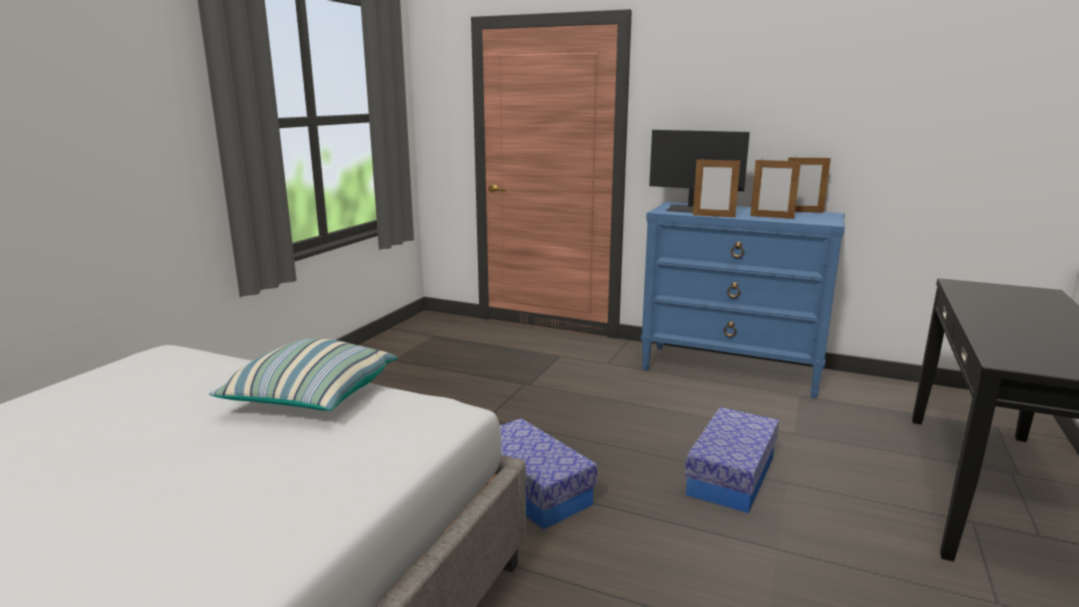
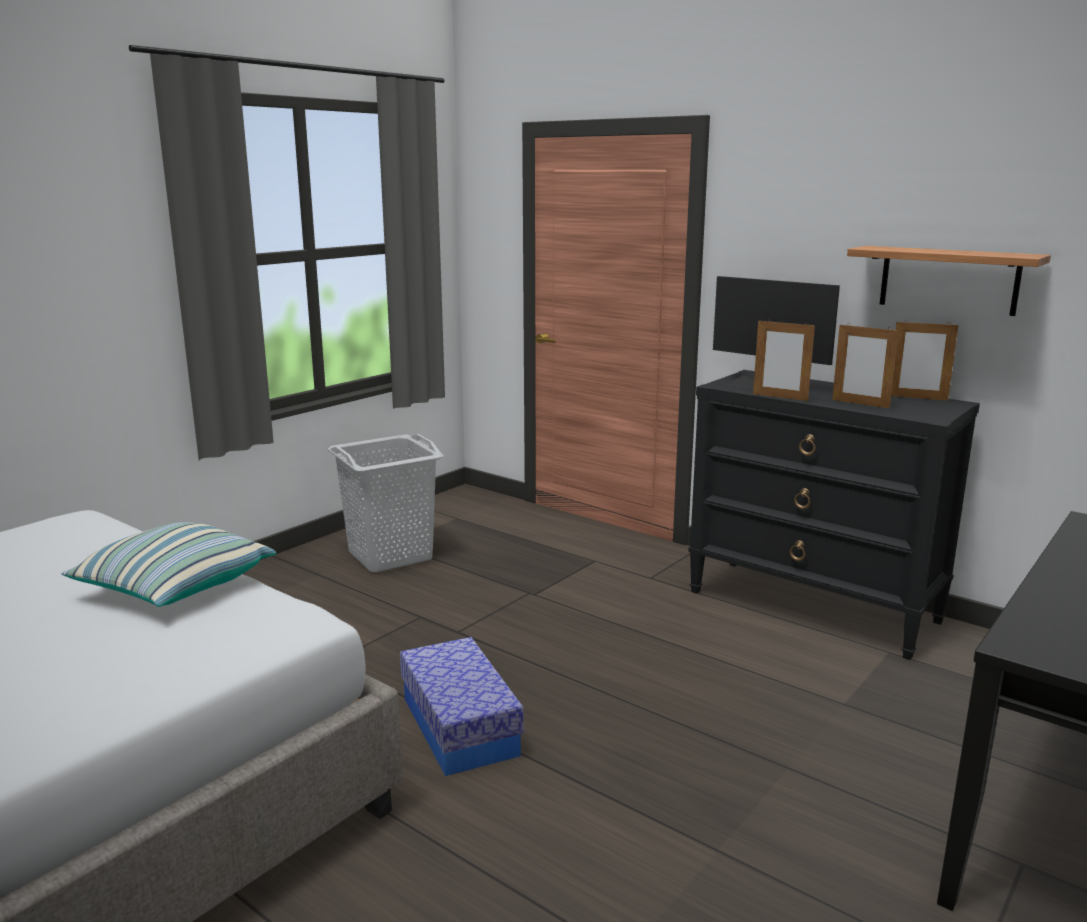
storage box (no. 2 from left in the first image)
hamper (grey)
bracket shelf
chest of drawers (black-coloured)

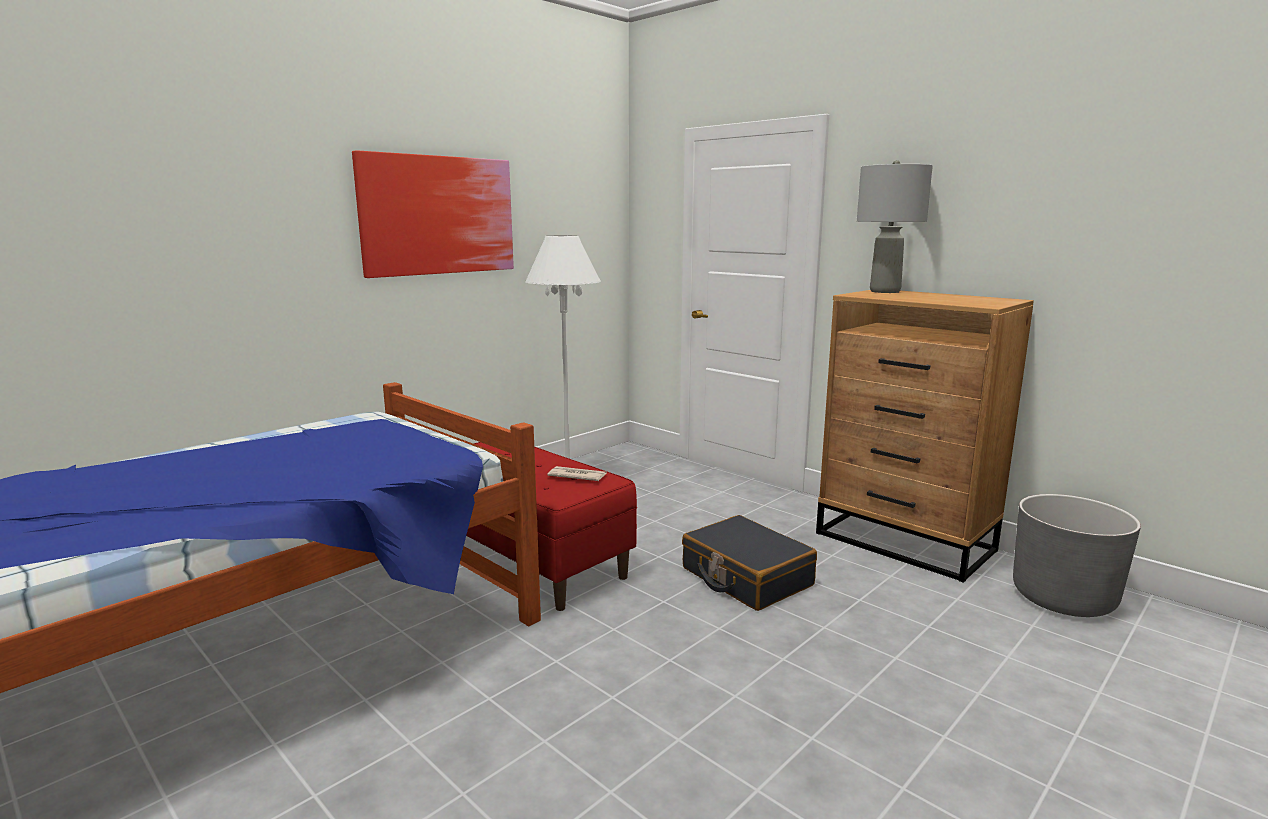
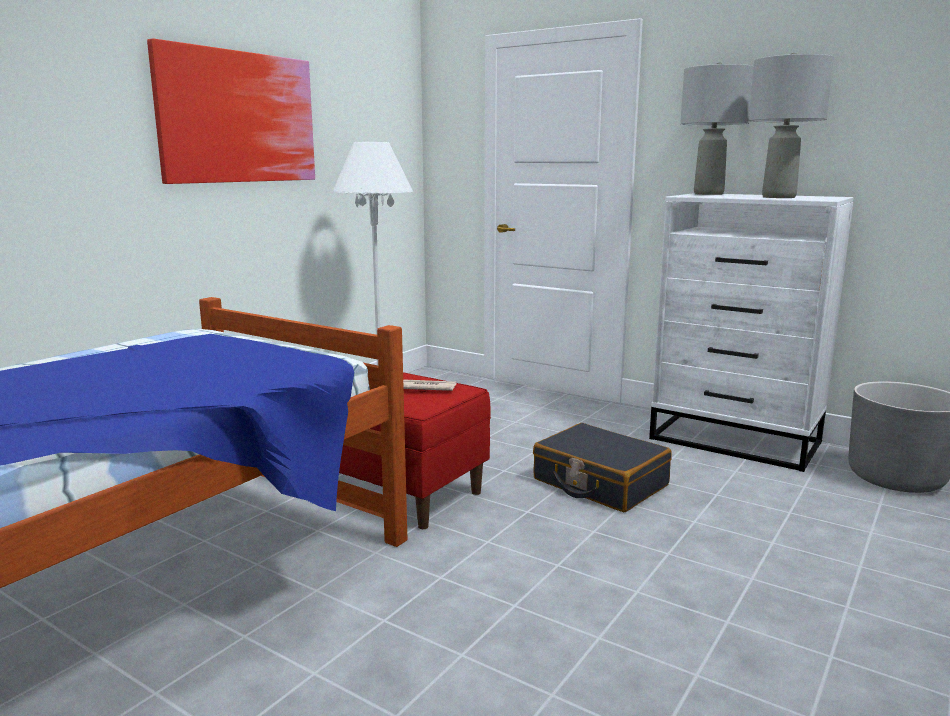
table lamp (grey) (no. 2 from left)
chest of drawers (whitish)

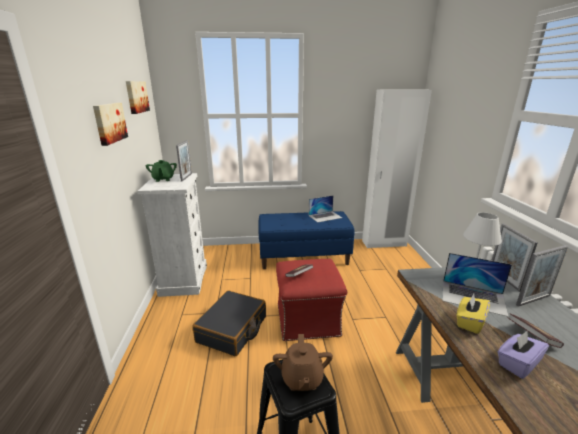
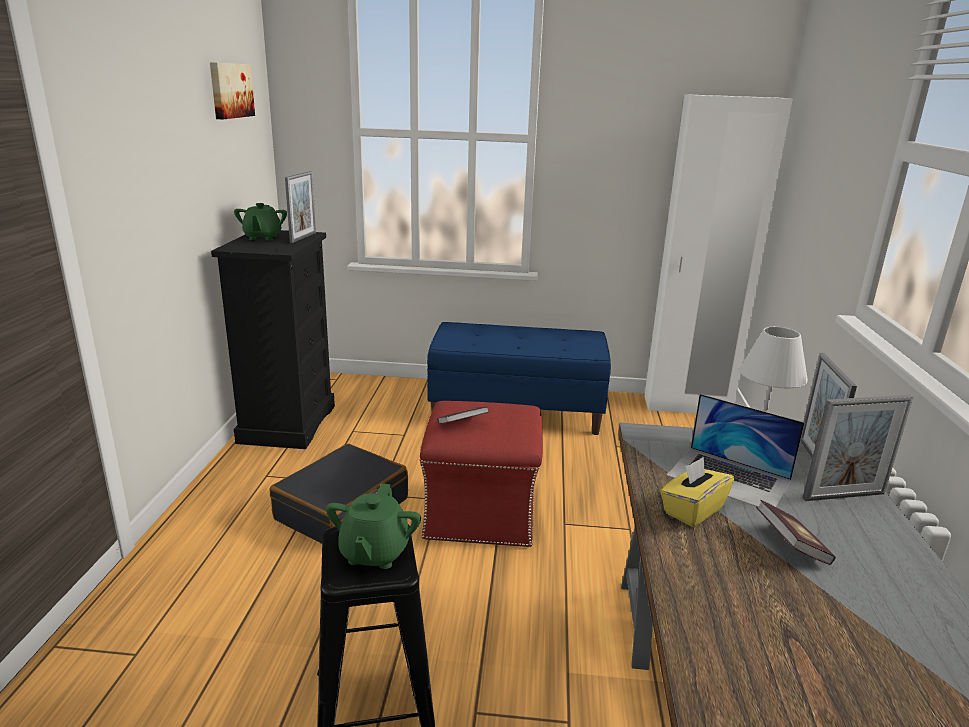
wall art (no. 1 from left in the first image)
notebook computer (no. 1 from left in the first image)
box of tissues (purplish)
chest of drawers (black-coloured)
tea pot (green-coloured) (no. 2 from left)

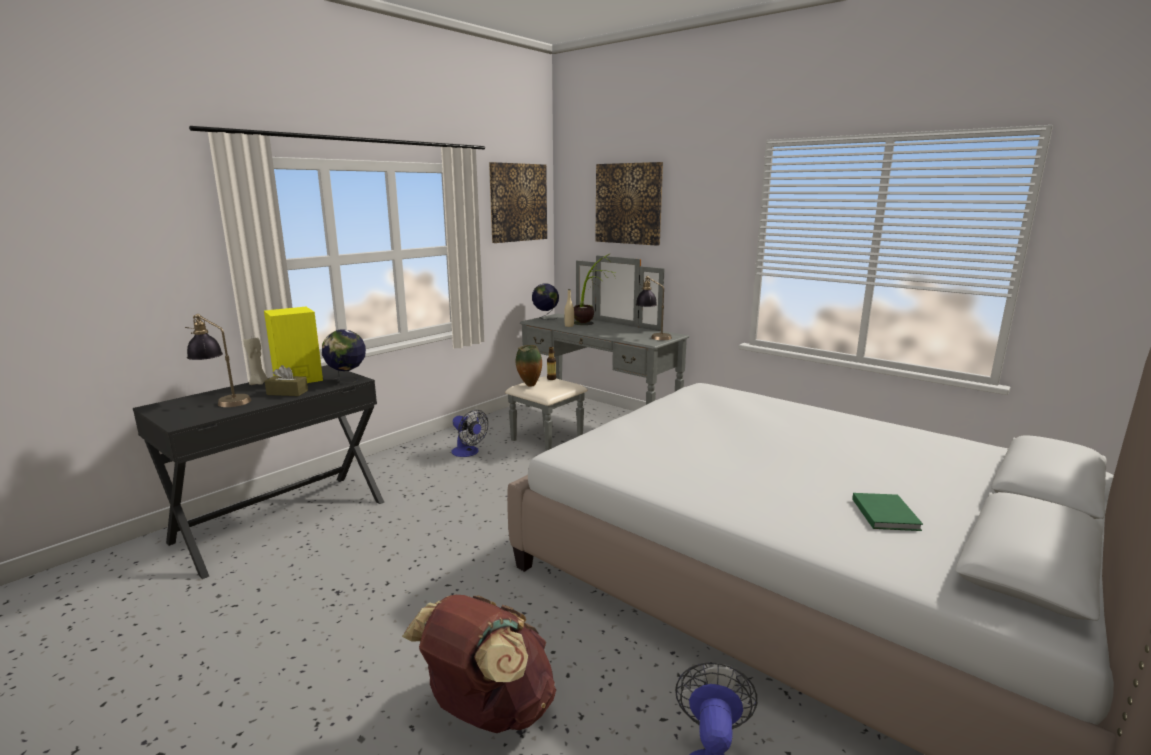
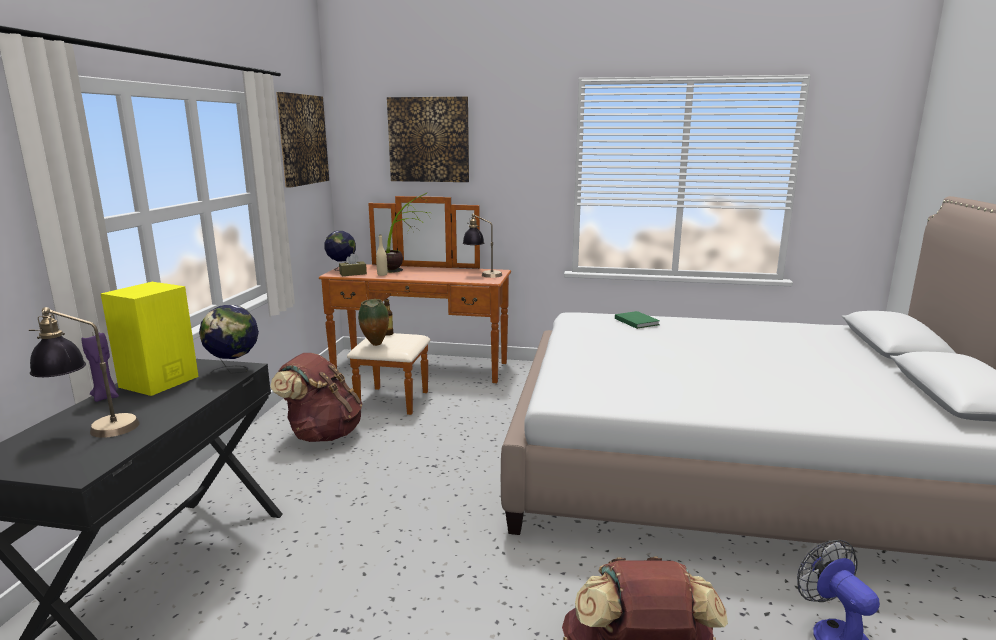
box of tissues (brown-coloured)
book (green-coloured)
rucksack (brown-coloured) (no. 1 from left)
wax light (purplish)
chest of drawers (brown-coloured)

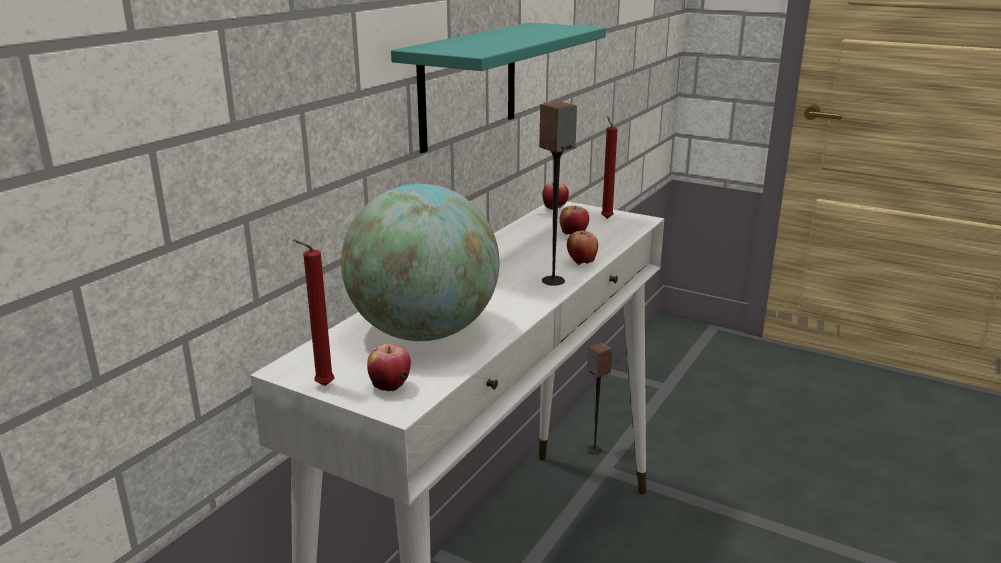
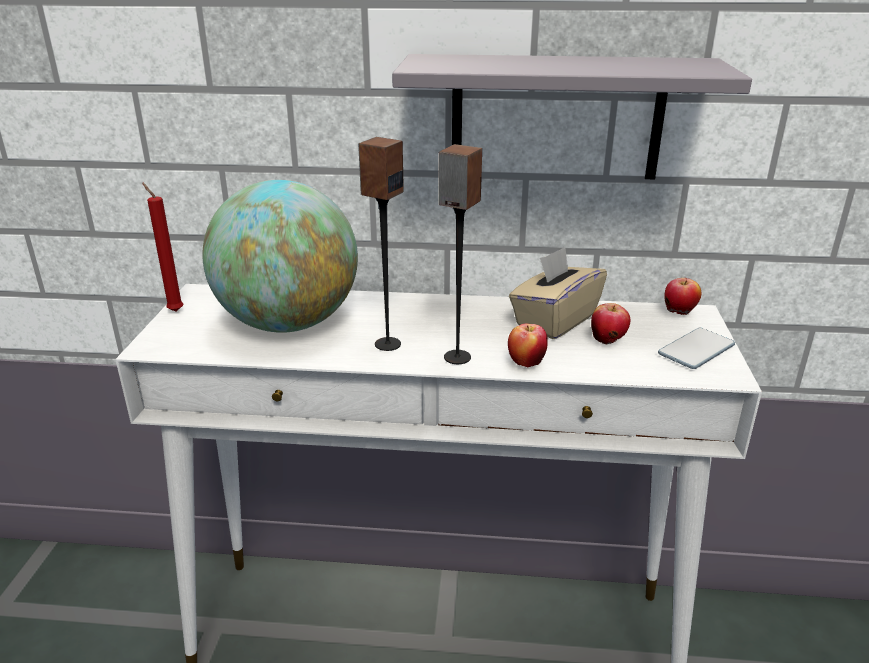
apple fruit (no. 1 from left in the first image)
box of tissues (beige)
loudspeaker (no. 1 from left)
phone
bracket shelf (grey)

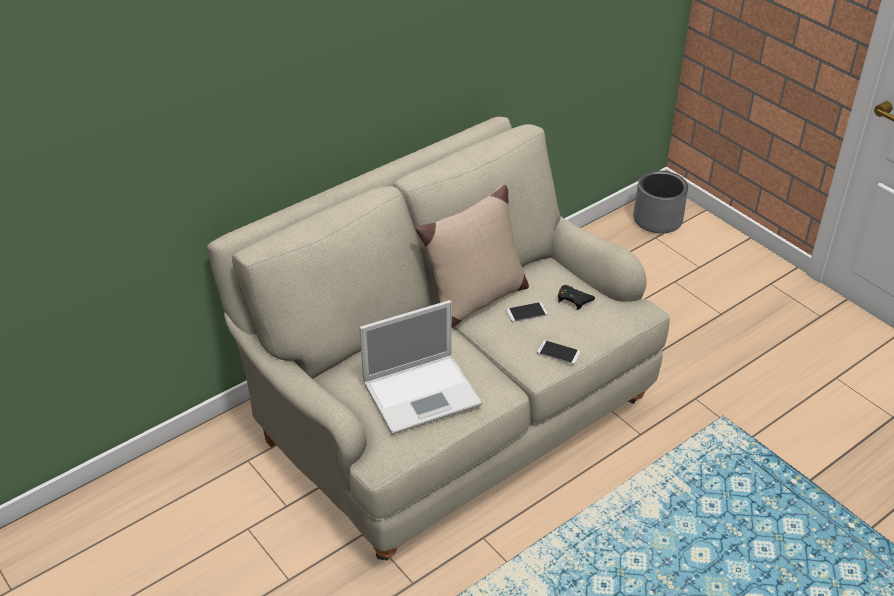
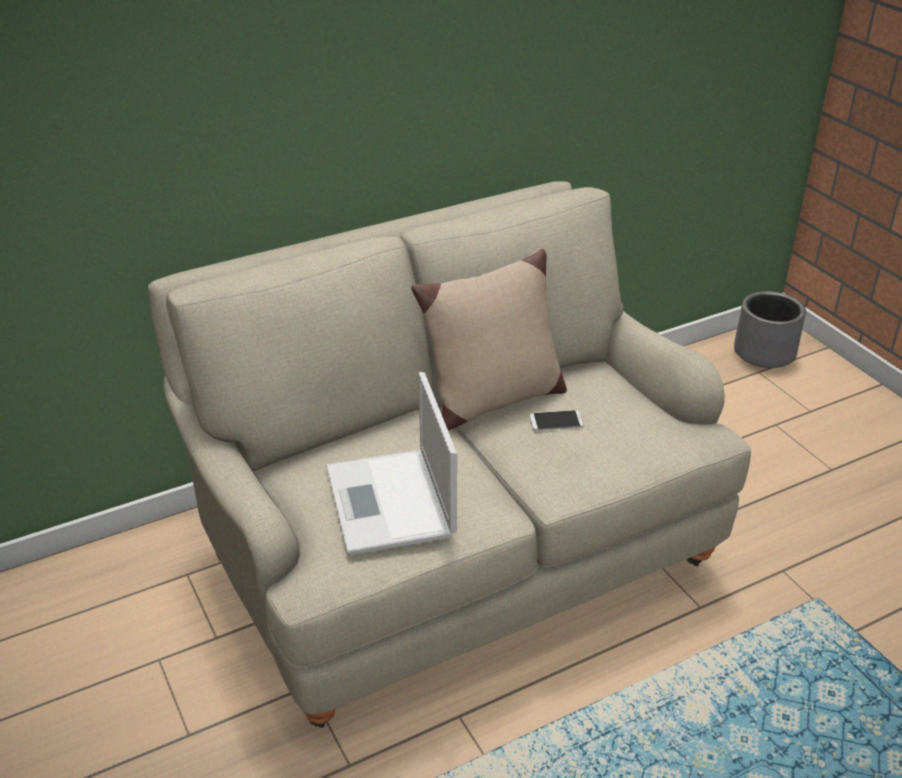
phone (no. 2 from left in the first image)
gamepad (black-coloured)
notebook computer

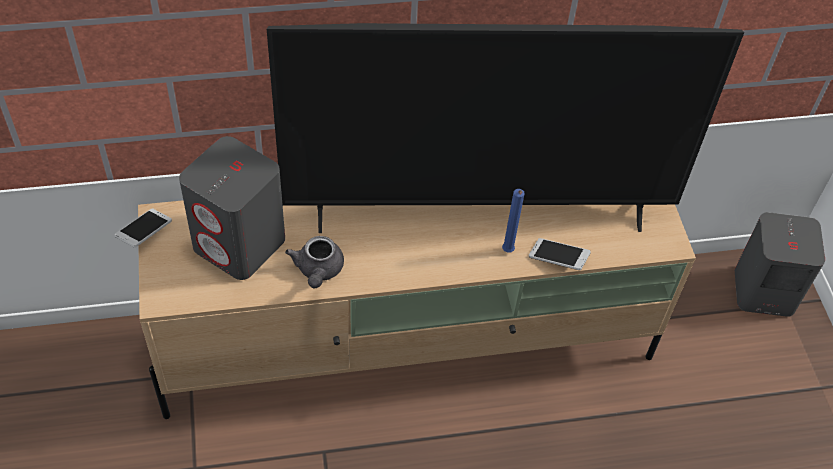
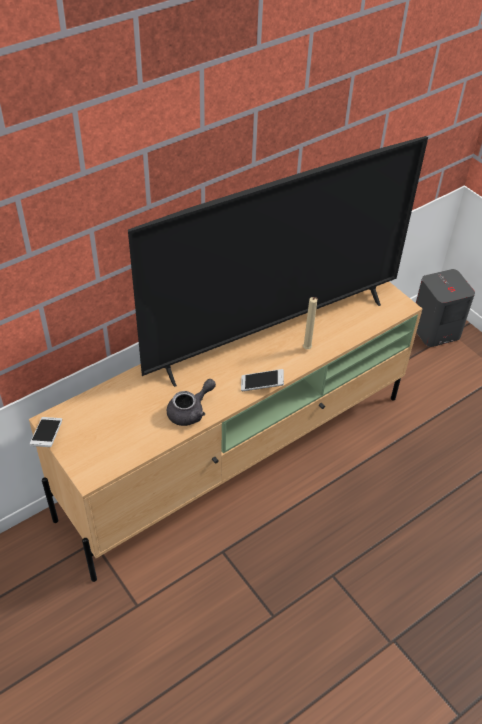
loudspeaker (grey) (no. 1 from left in the first image)
phone (no. 2 from left)
wax light (beige)
tea pot (grey)

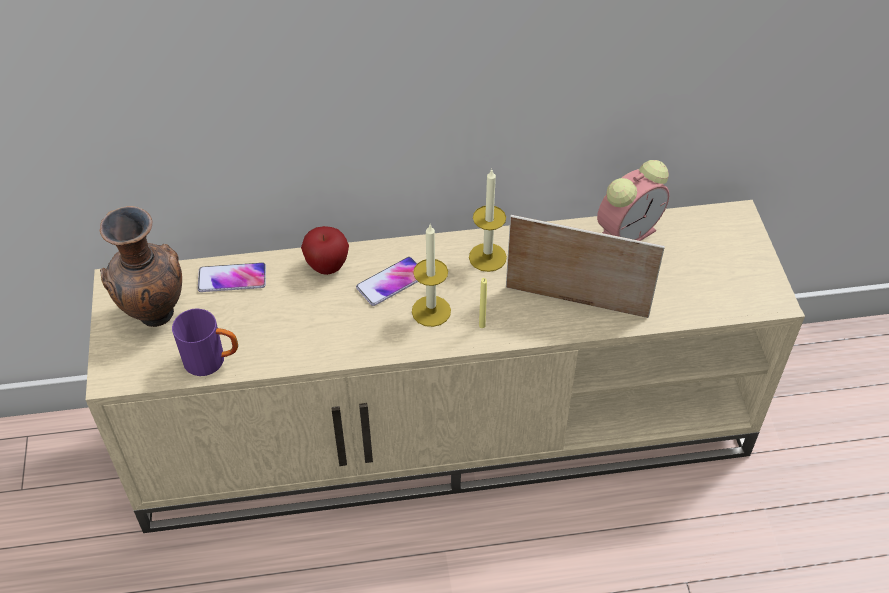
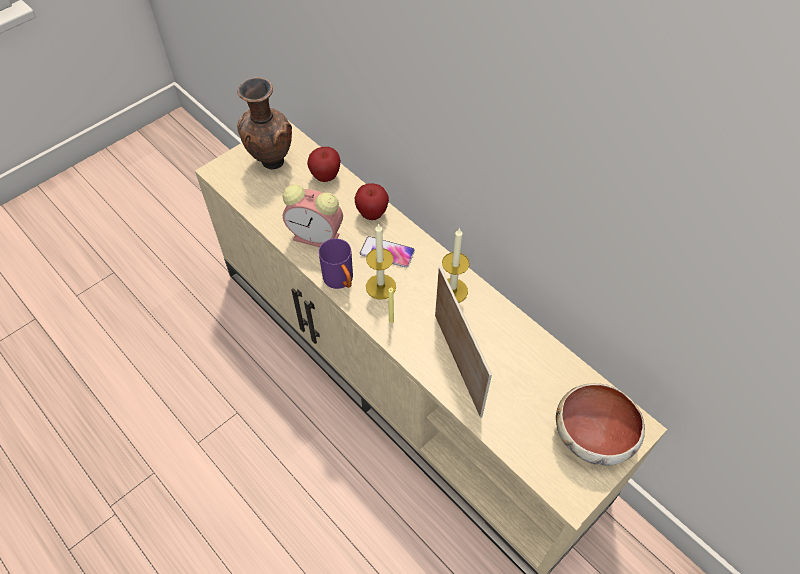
serving bowl
mug (purplish)
alarm clock
apple fruit (no. 1 from left)

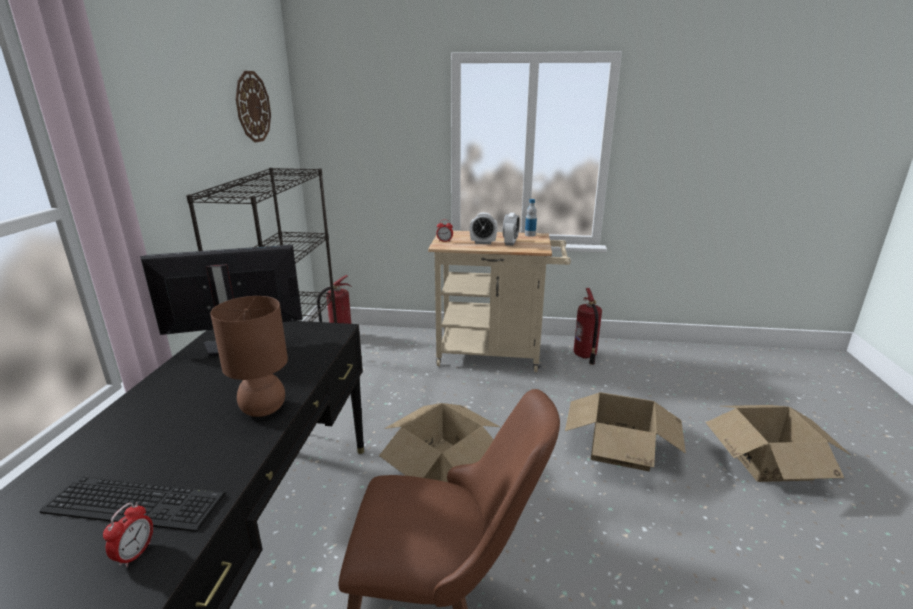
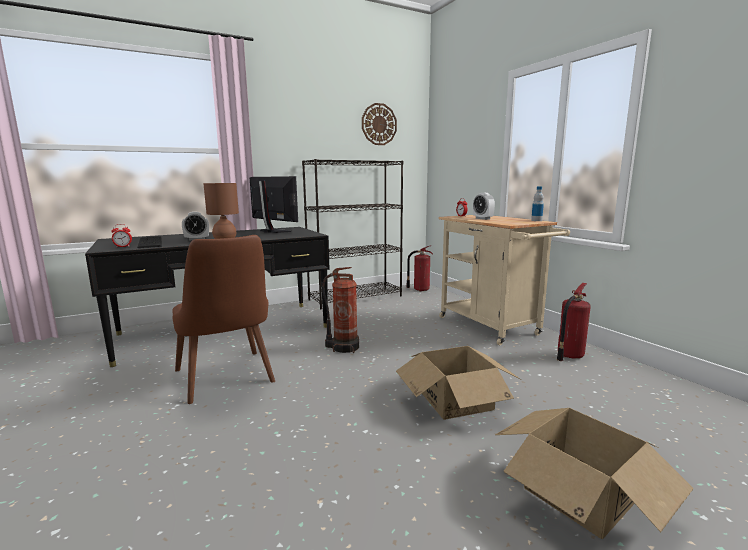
alarm clock (no. 2 from left)
extinguisher (no. 1 from left)

